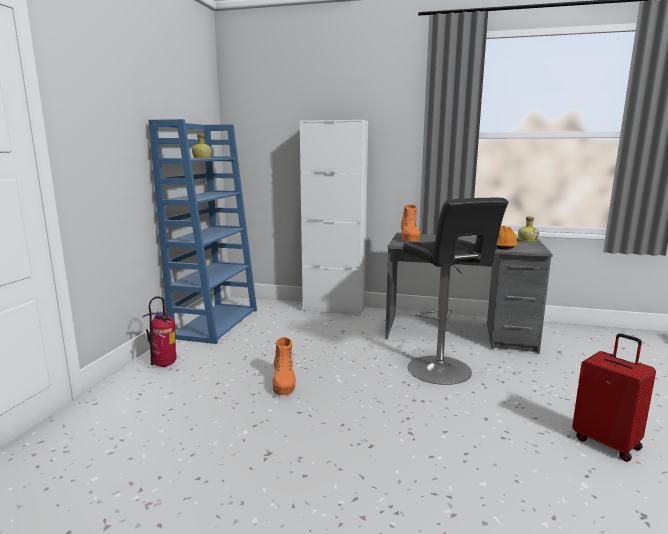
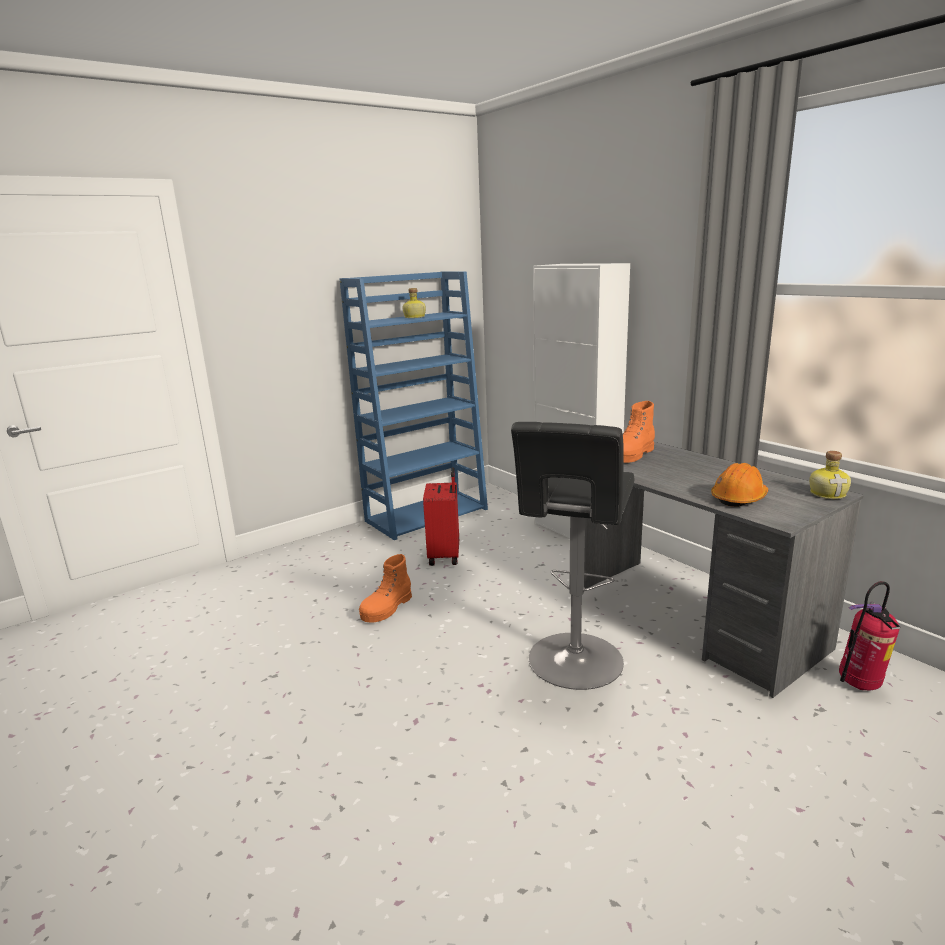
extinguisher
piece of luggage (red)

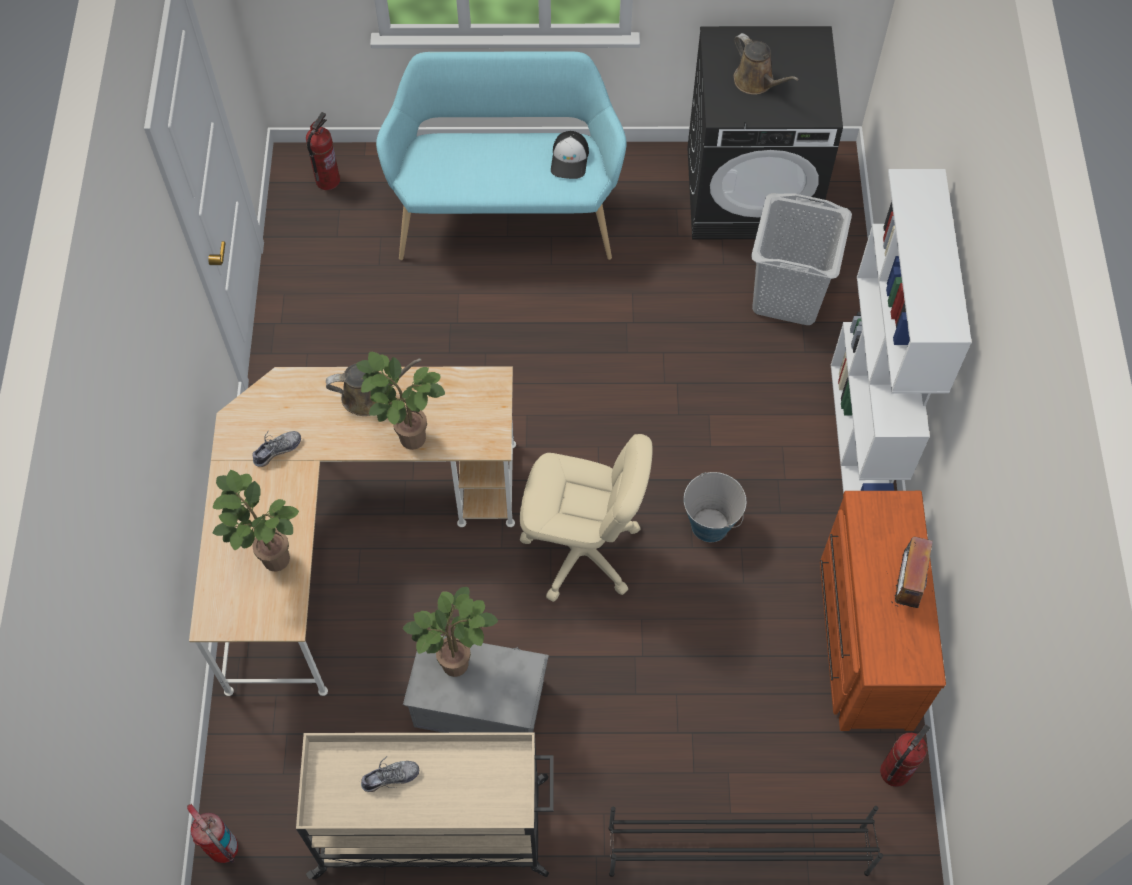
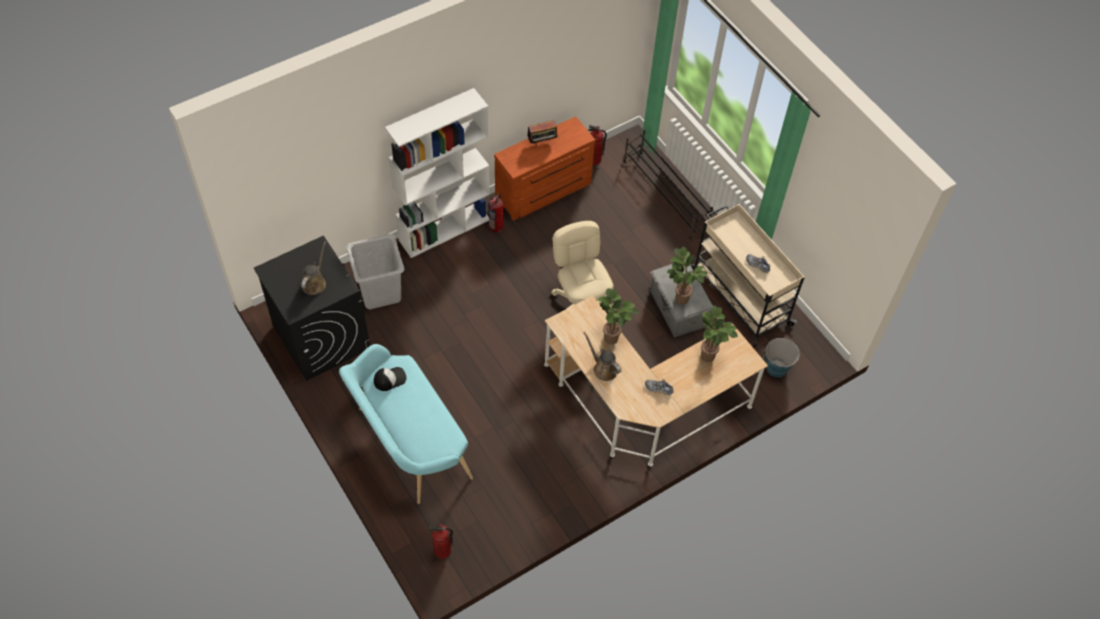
extinguisher (no. 2 from left)
pail

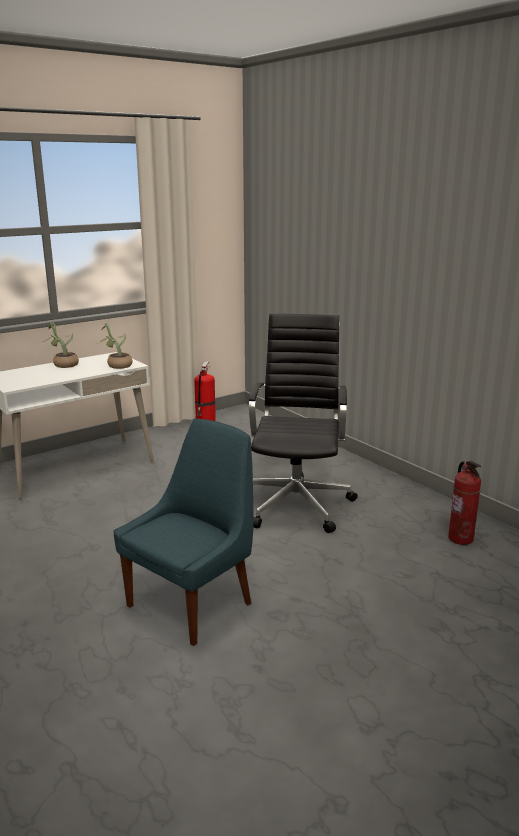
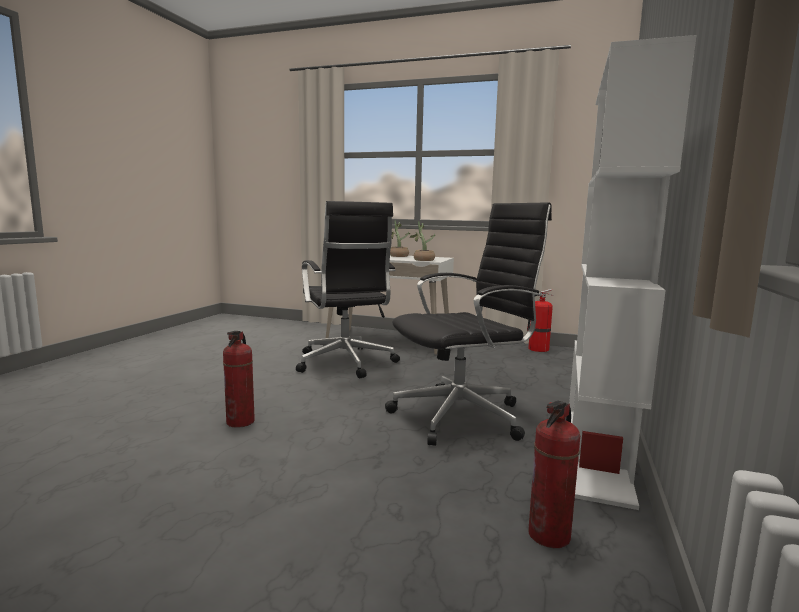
desk chair (black-coloured) (no. 1 from left)
bookshelf (whitish)
extinguisher (no. 1 from left)

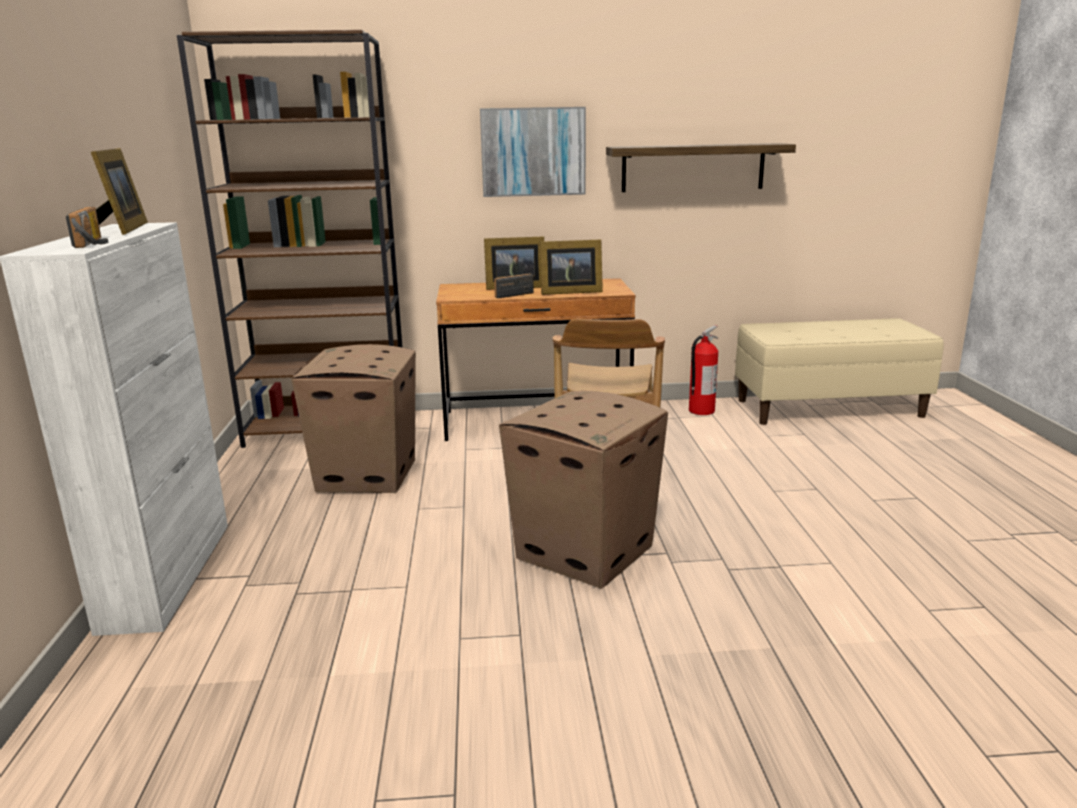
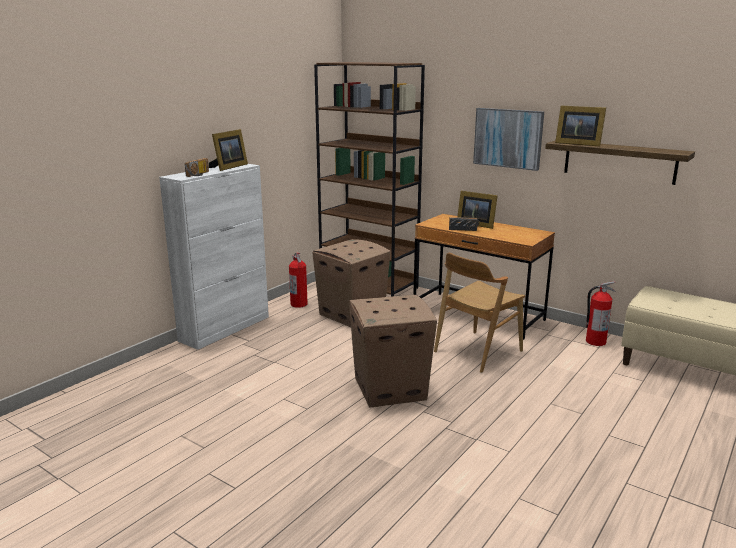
extinguisher (no. 1 from left)
picture frame (no. 3 from left)

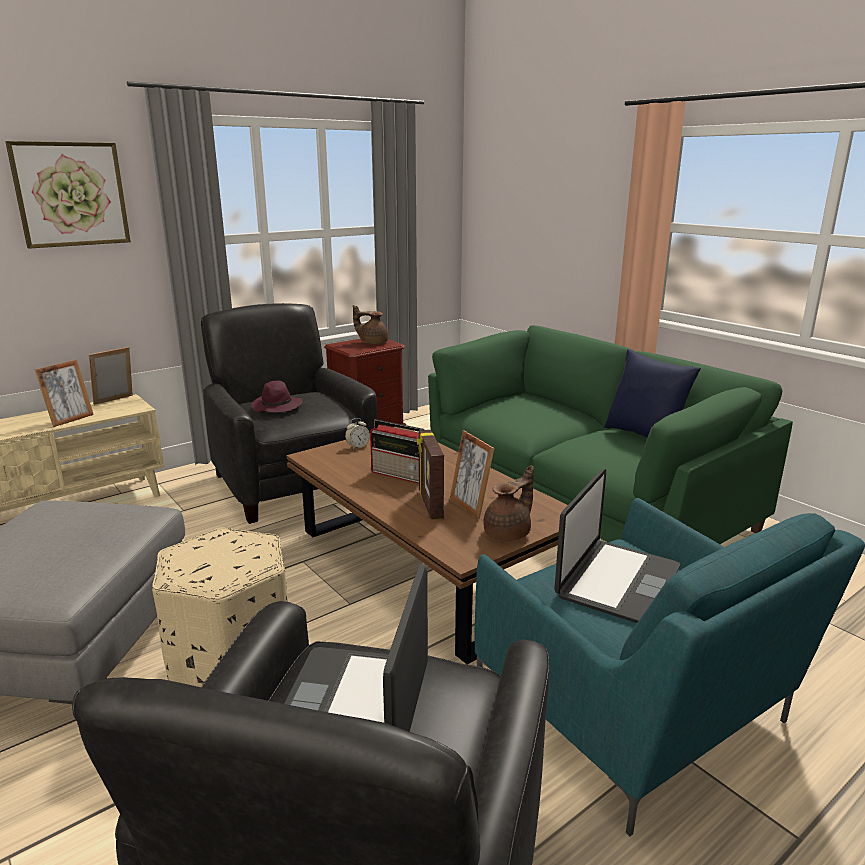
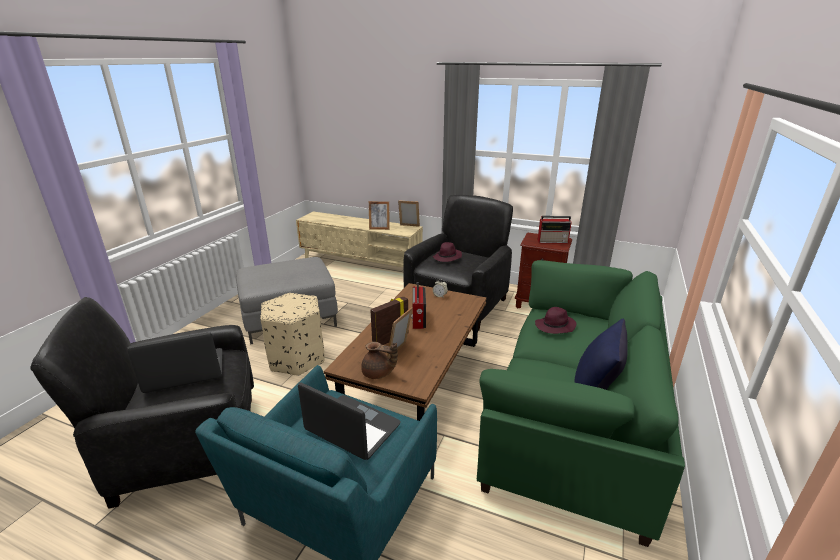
wall art
wearable hat (purplish) (no. 2 from left)
radio set (no. 2 from left)
notebook computer (no. 2 from left)

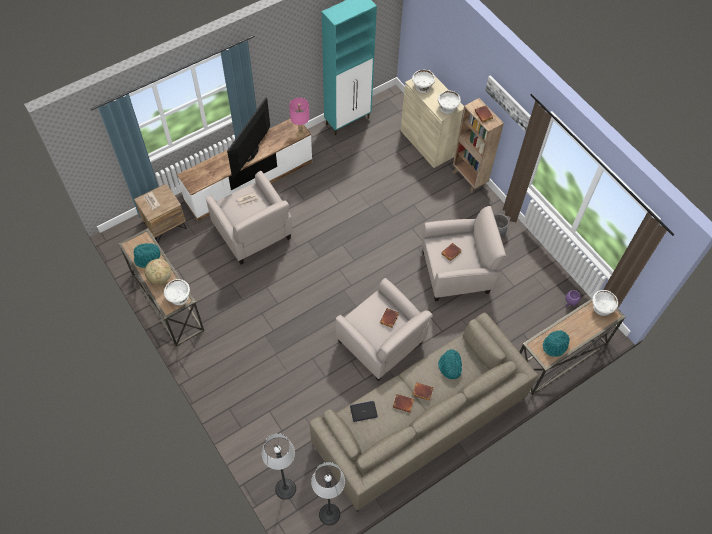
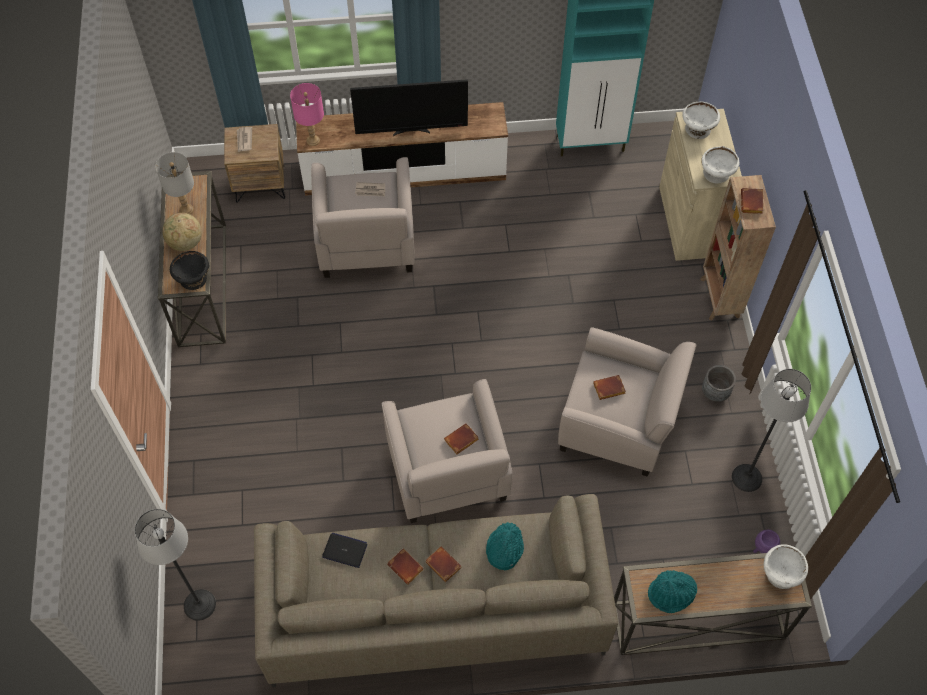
wall art
table lamp (pink)
floor lamp (no. 2 from left)
table lamp (grey)
serving bowl (black-coloured)
TV set

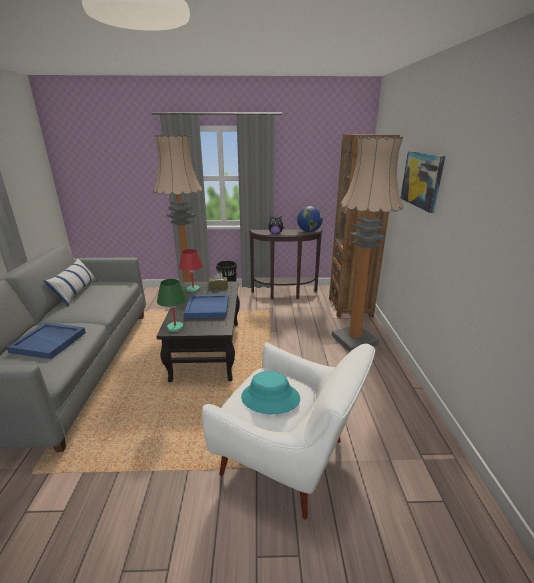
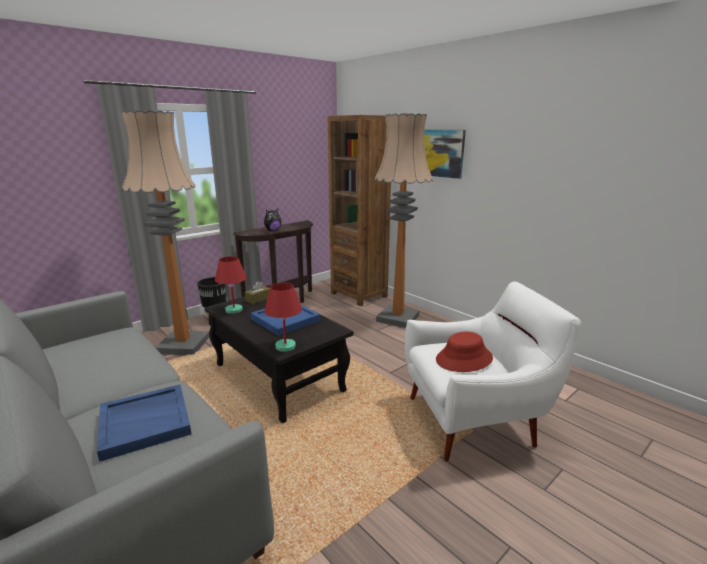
throw pillow
globe
table lamp (red) (no. 2 from left)
wearable hat (red)

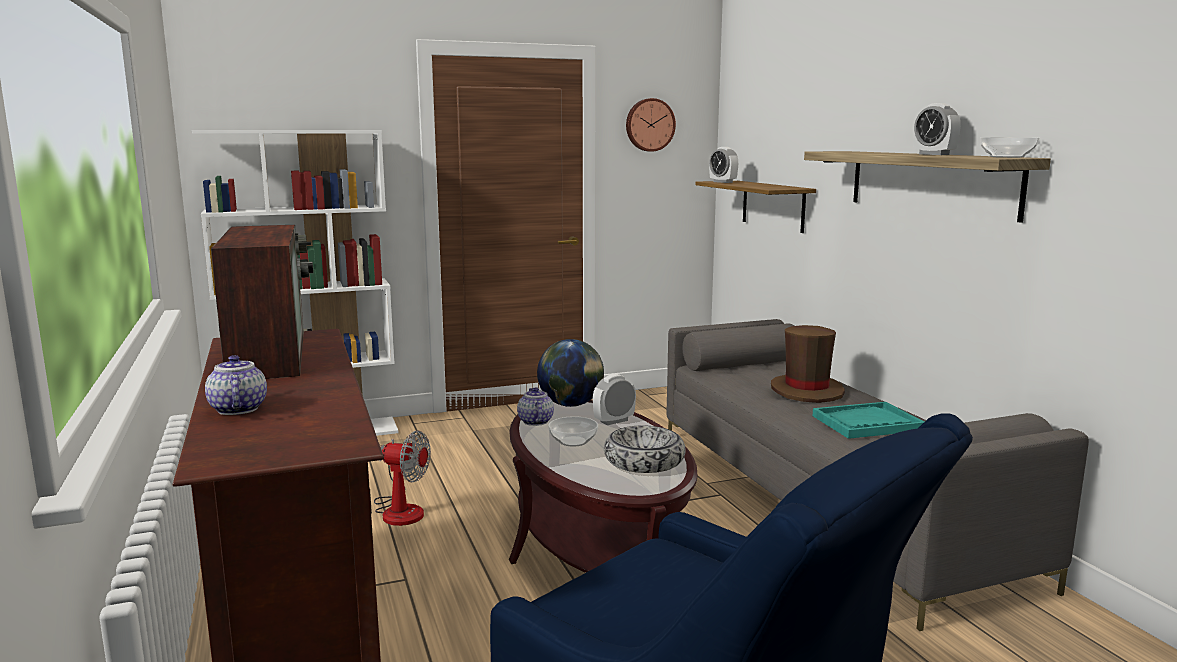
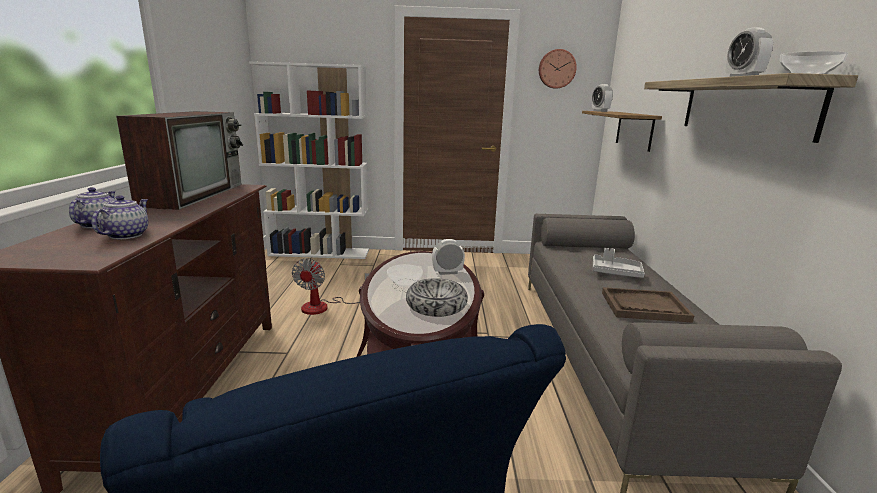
globe
tea pot (no. 2 from left)
tray (grey)
tray (brown-coloured)
electric fan

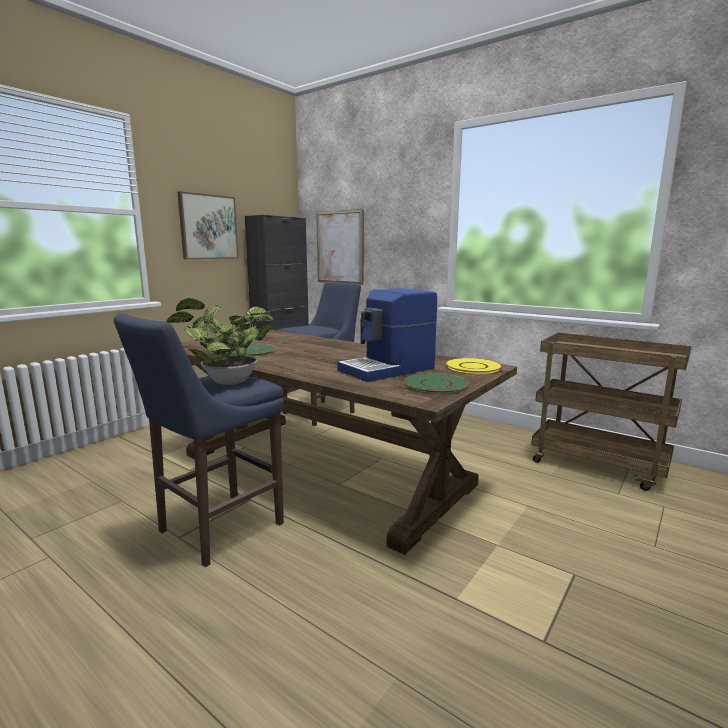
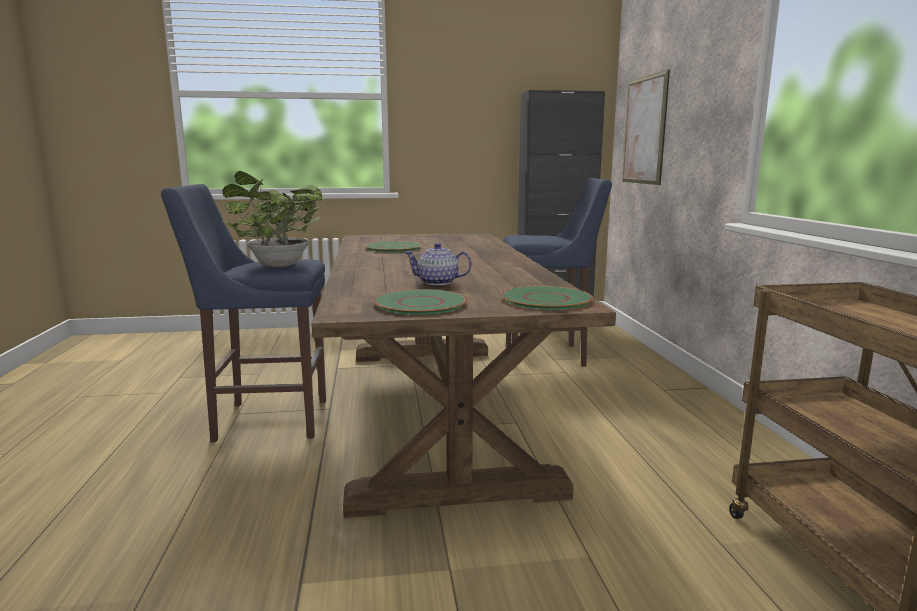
wall art (no. 1 from left in the first image)
tea pot
plate (green-coloured) (no. 3 from left)

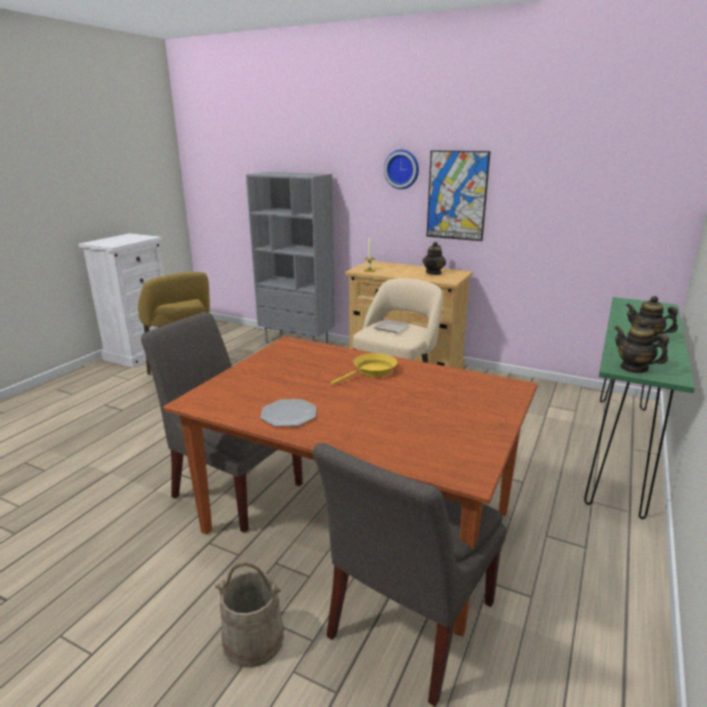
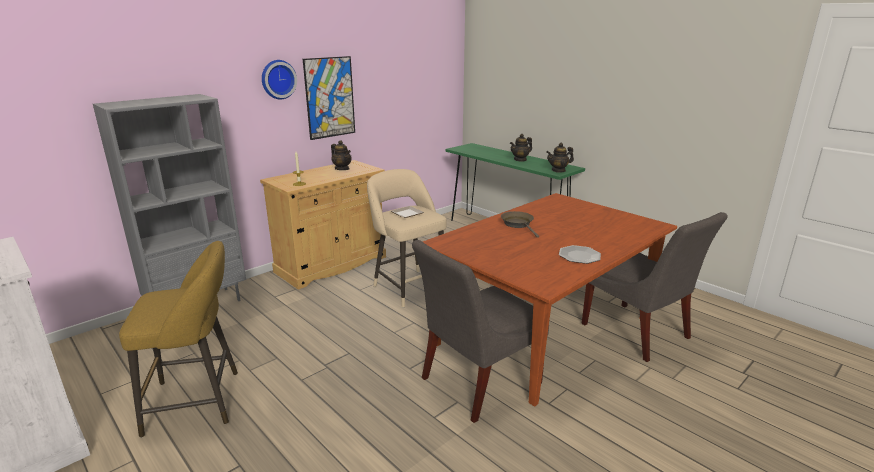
pail (beige)
skillet (brown-coloured)

